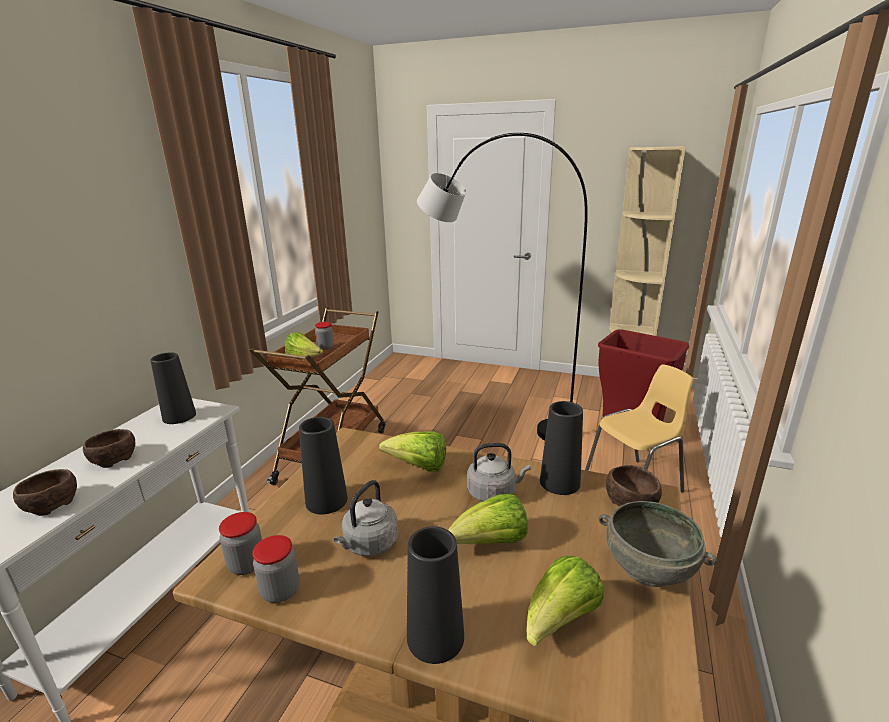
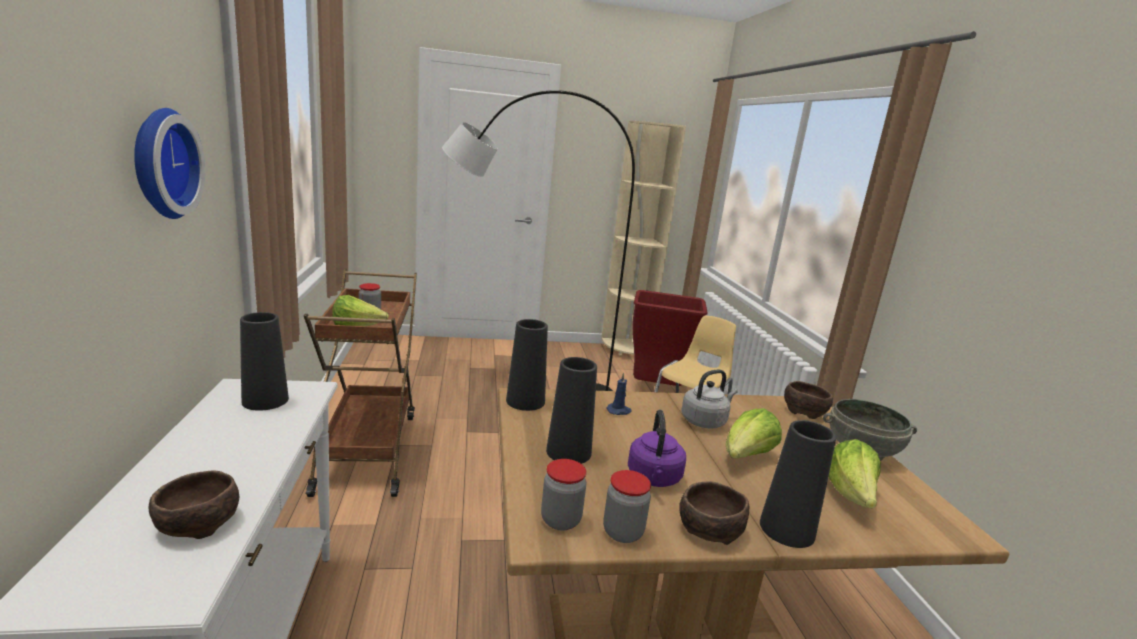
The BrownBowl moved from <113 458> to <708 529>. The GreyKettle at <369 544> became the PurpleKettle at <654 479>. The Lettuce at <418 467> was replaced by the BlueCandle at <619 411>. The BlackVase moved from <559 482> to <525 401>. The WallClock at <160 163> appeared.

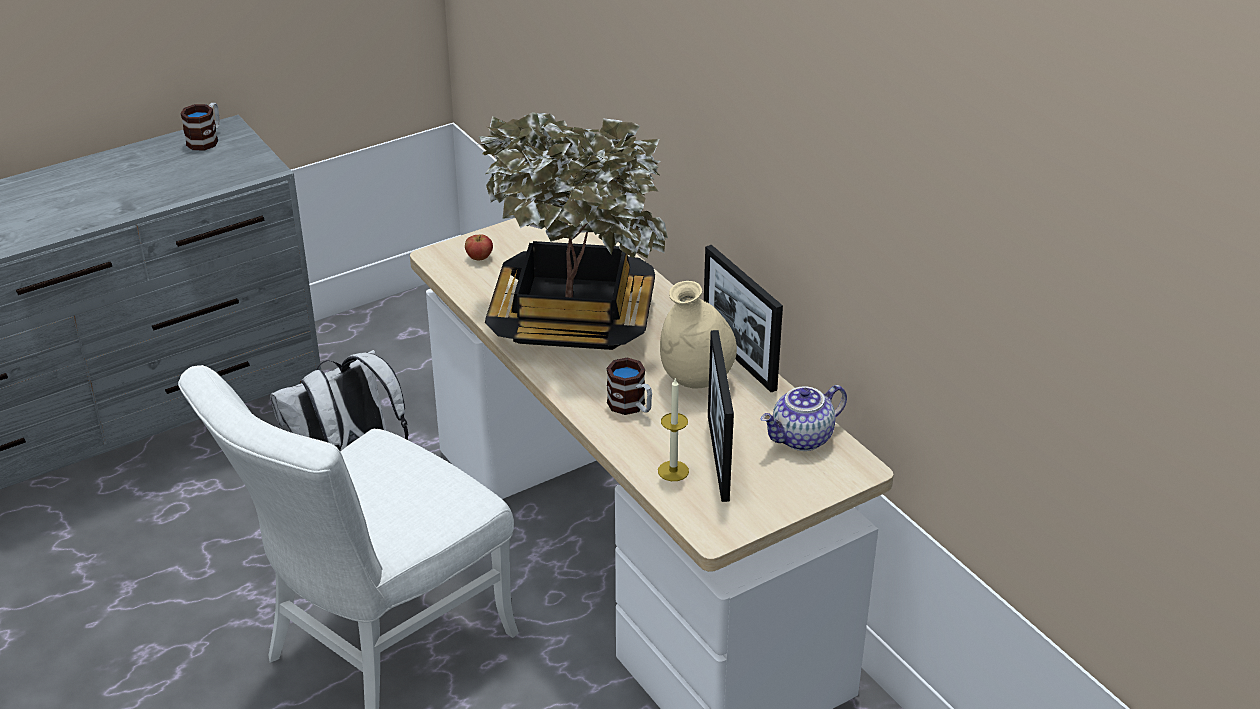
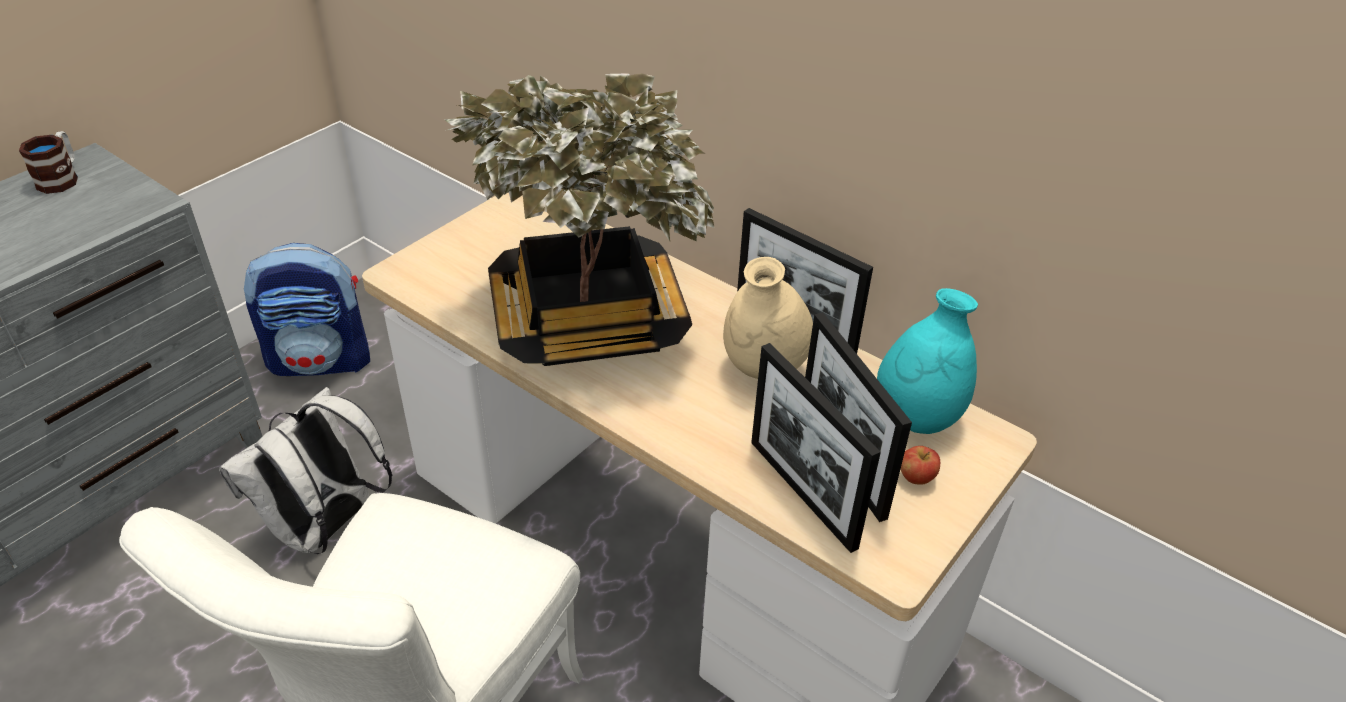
The Apple moved from <479 257> to <916 477>. The Mug at <631 407> disappeared. The Candle at <673 471> was replaced by the PictureFrame at <802 493>. The Teapot at <802 439> was replaced by the TurquoiseVase at <917 416>. The Backpack at <322 360> appeared.

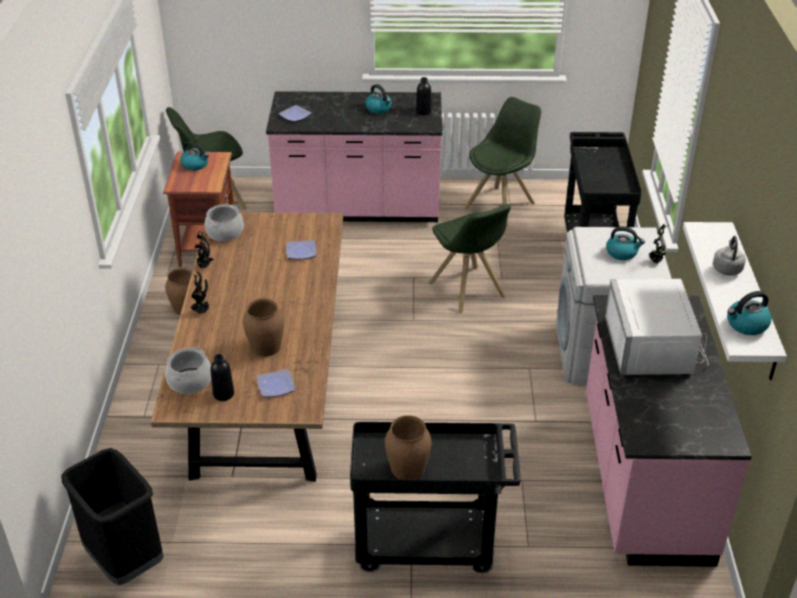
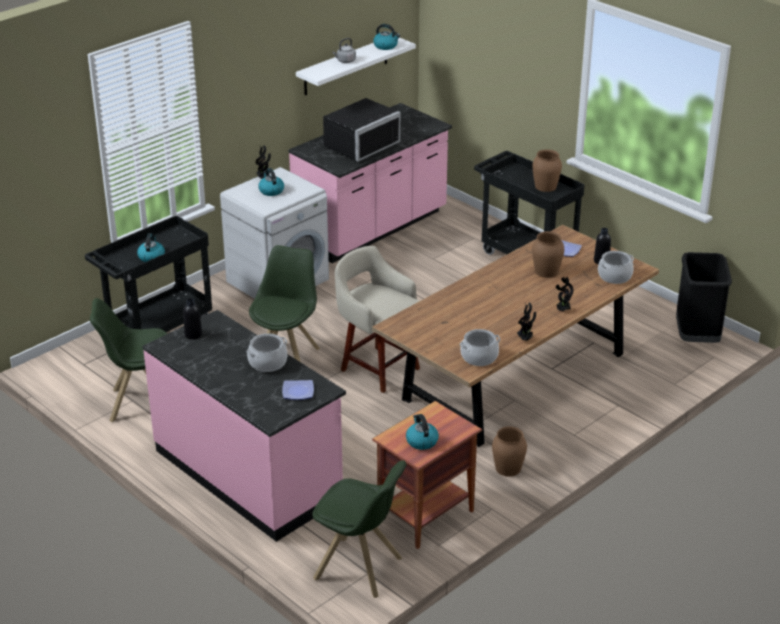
The Plate at <300 251> disappeared. The Kettle moved from <379 108> to <151 257>. The WhiteMicrowave at <655 347> became the BlackMicrowave at <358 144>. The CookingPot at <267 362> appeared. The BeigeStool at <377 368> appeared.

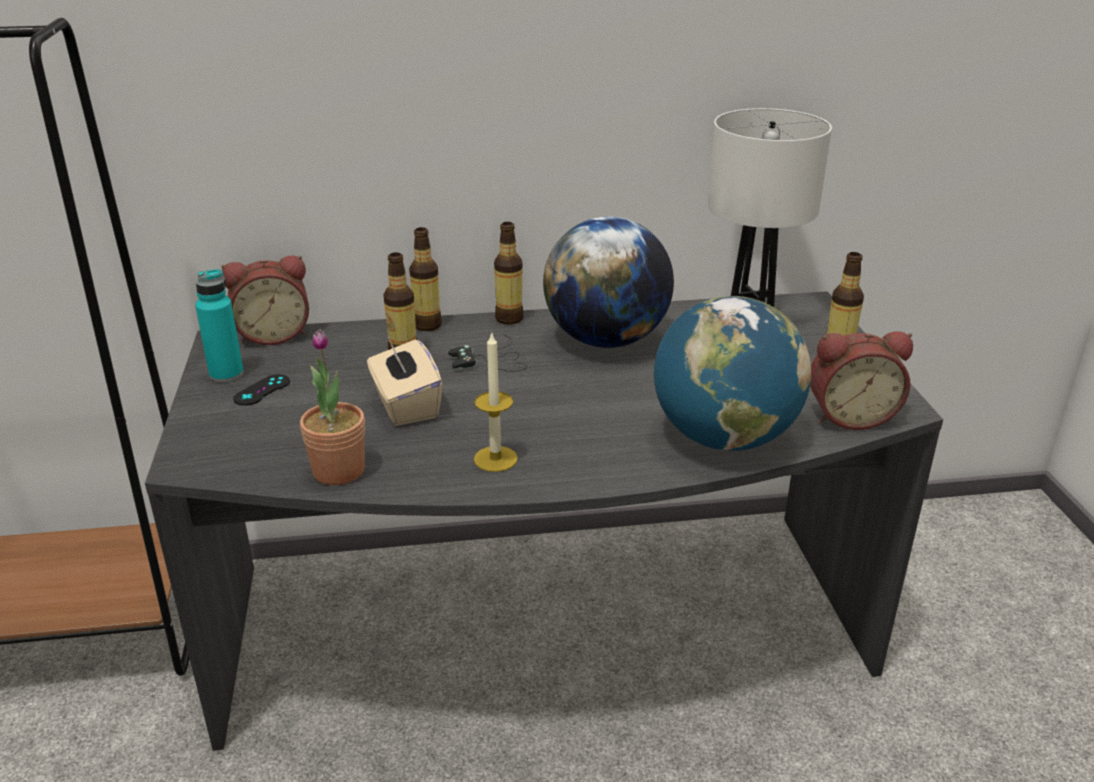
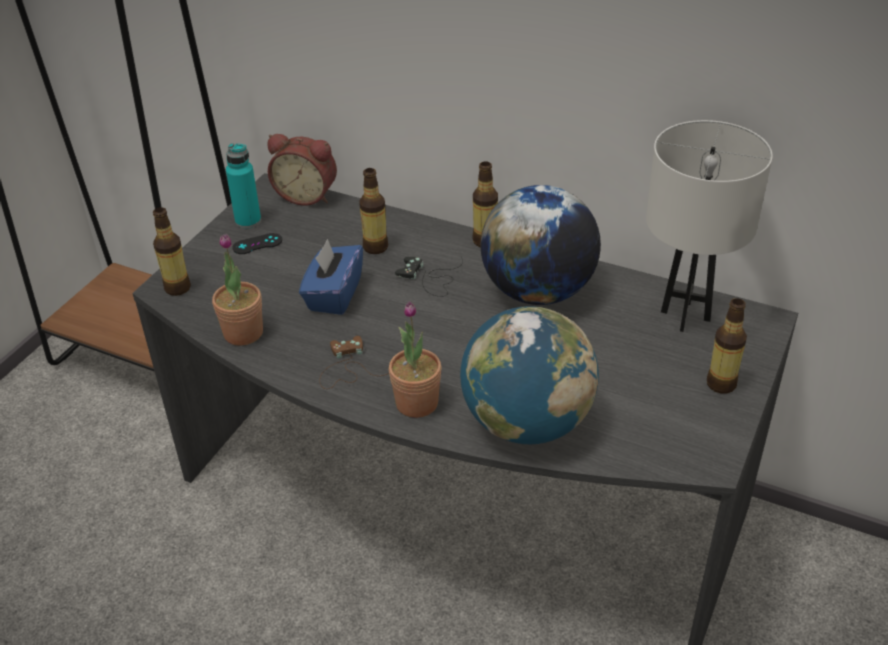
The BeigeTissueBox at <405 405> became the BlueTissueBox at <334 295>. The Bottle moved from <427 325> to <177 288>. The Candle at <495 459> was replaced by the BrownGameController at <347 367>. The AlarmClock at <850 416> disappeared. The PottedPlant at <416 403> appeared.

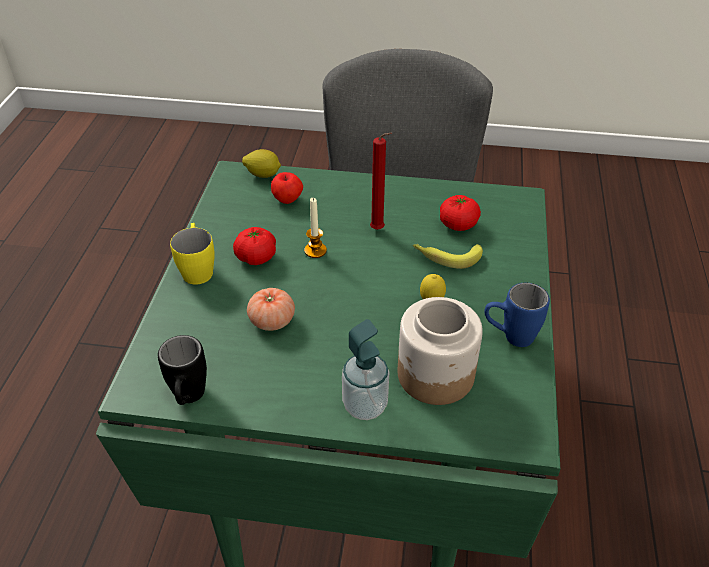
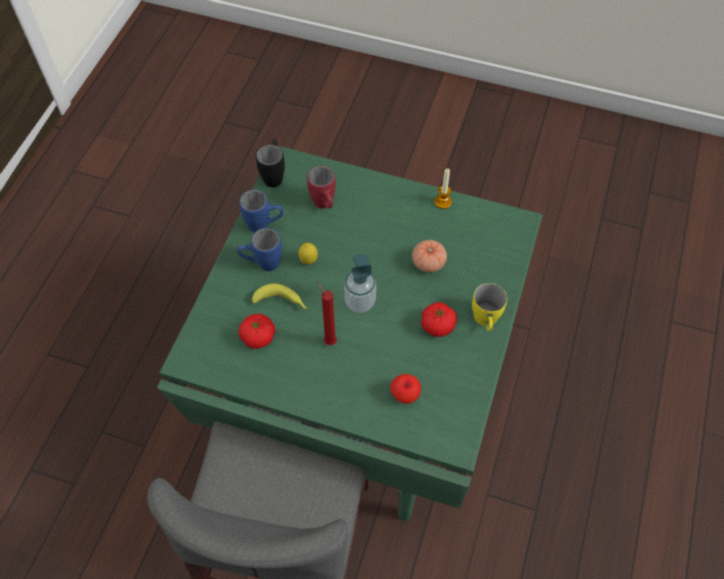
The BlackMug moved from <188 400> to <274 175>. The Lemon at <263 175> disappeared. The Candle moved from <315 250> to <443 202>. The SoapDispenser moved from <365 406> to <360 302>. The Jar at <435 375> was replaced by the RedMug at <325 206>. The BlueMug at <262 264> appeared.

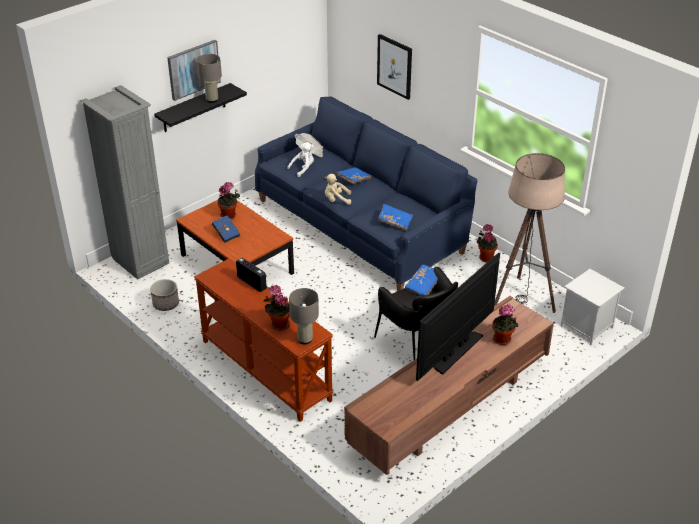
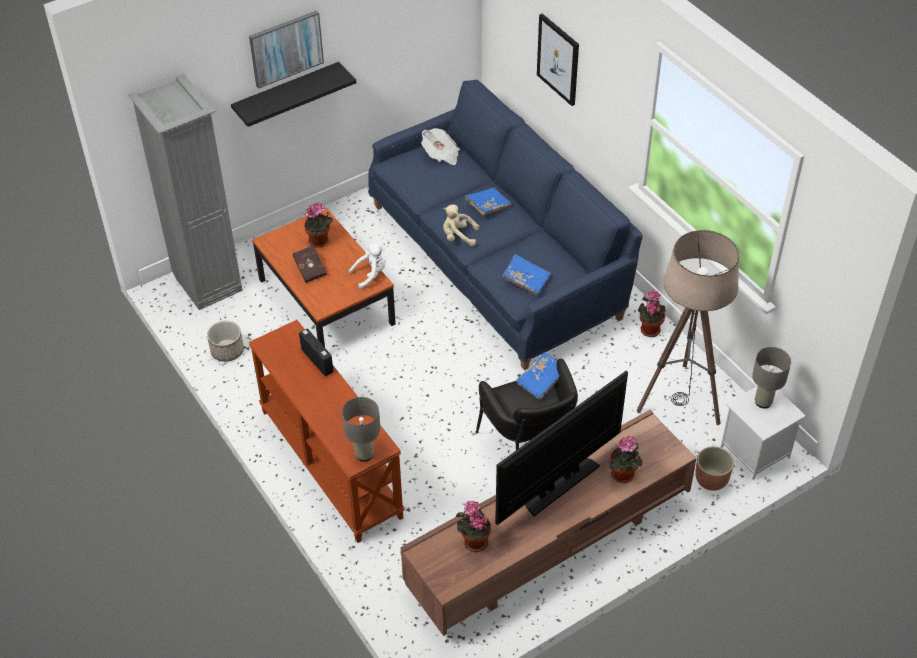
The GreyTableLamp moved from <212 100> to <763 401>. The BlueBook at <226 234> became the RedBook at <310 269>. The PottedPlant moved from <278 324> to <473 541>. The WhitePlushToy moved from <303 168> to <370 274>. The Planter at <711 479> appeared.

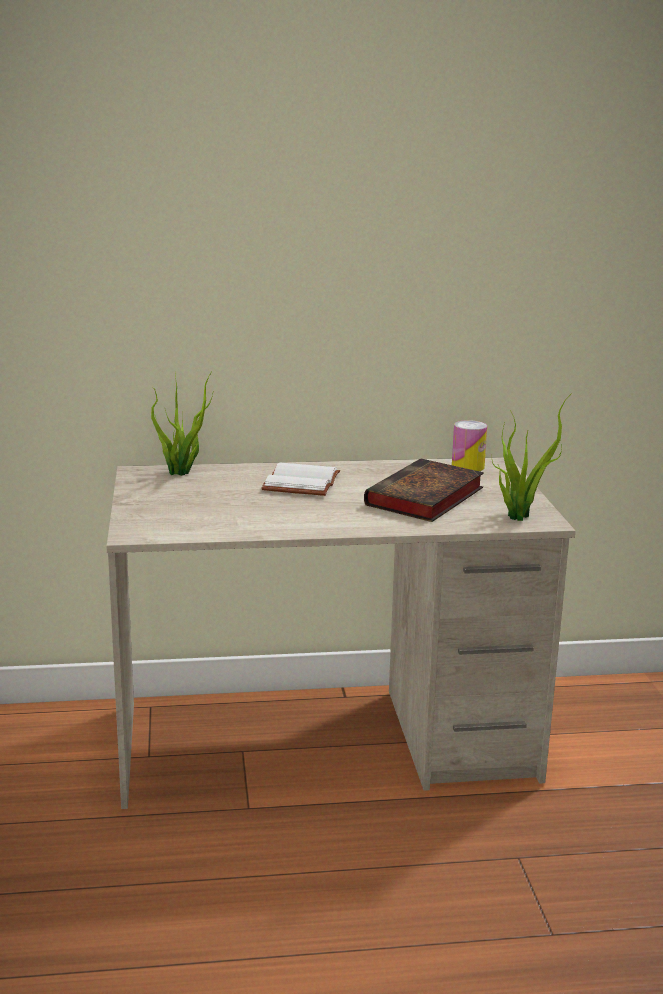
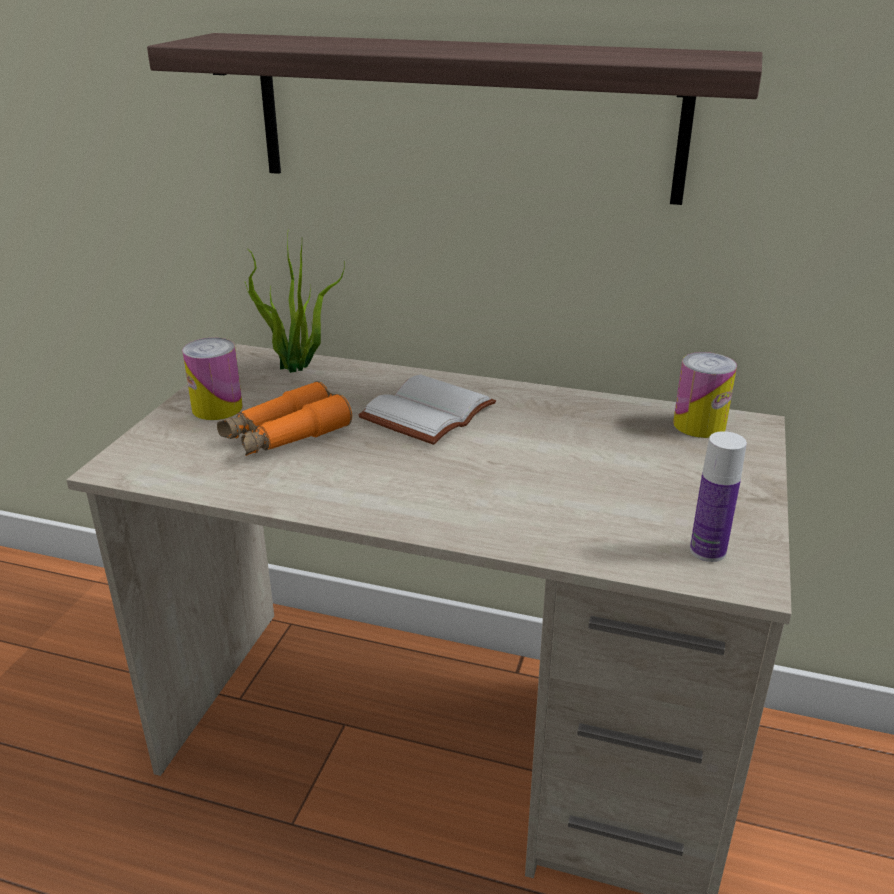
The Book at <424 498> disappeared. The PottedPlant at <518 515> was replaced by the Bottle at <707 551>. The Shelf at <465 117> appeared. The Can at <217 408> appeared. The OrangeBinoculars at <285 435> appeared.

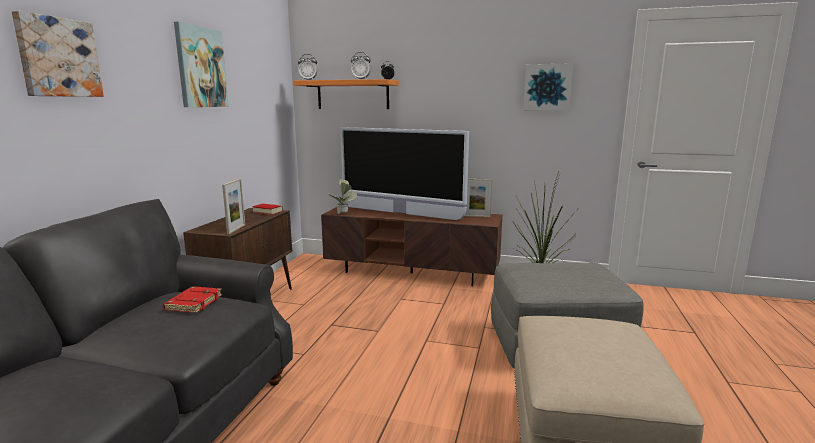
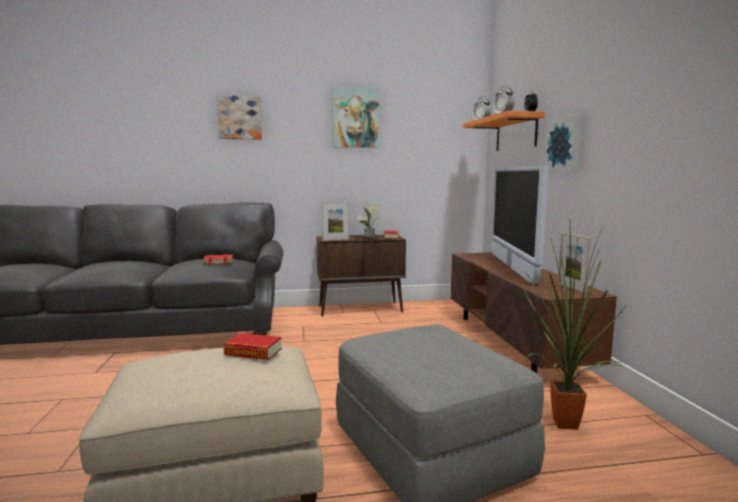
The PottedPlant moved from <343 214> to <368 239>. The Picture moved from <547 87> to <565 144>. The Book at <253 352> appeared.

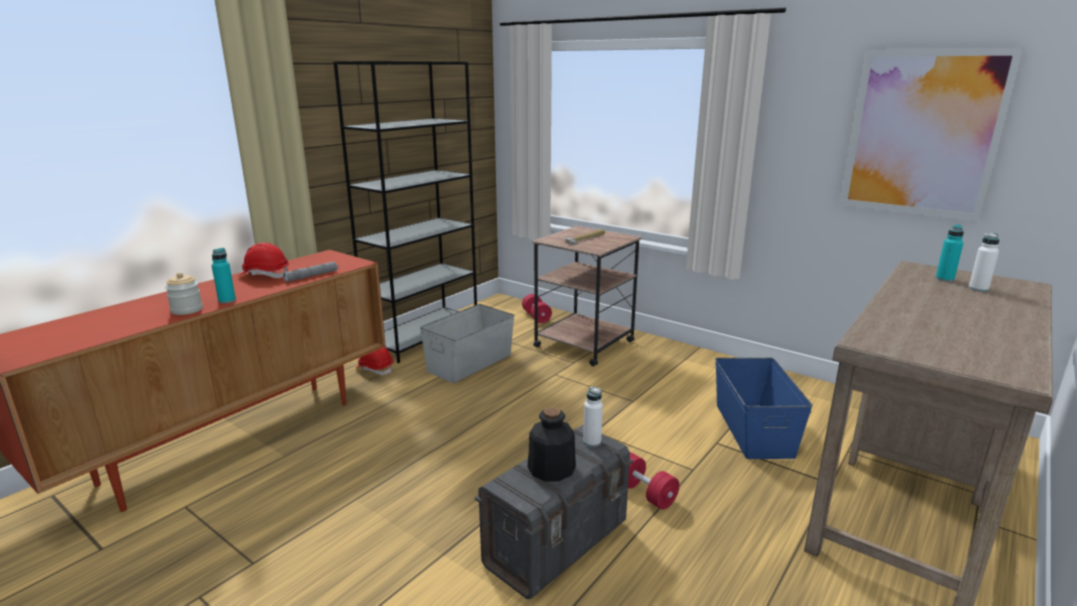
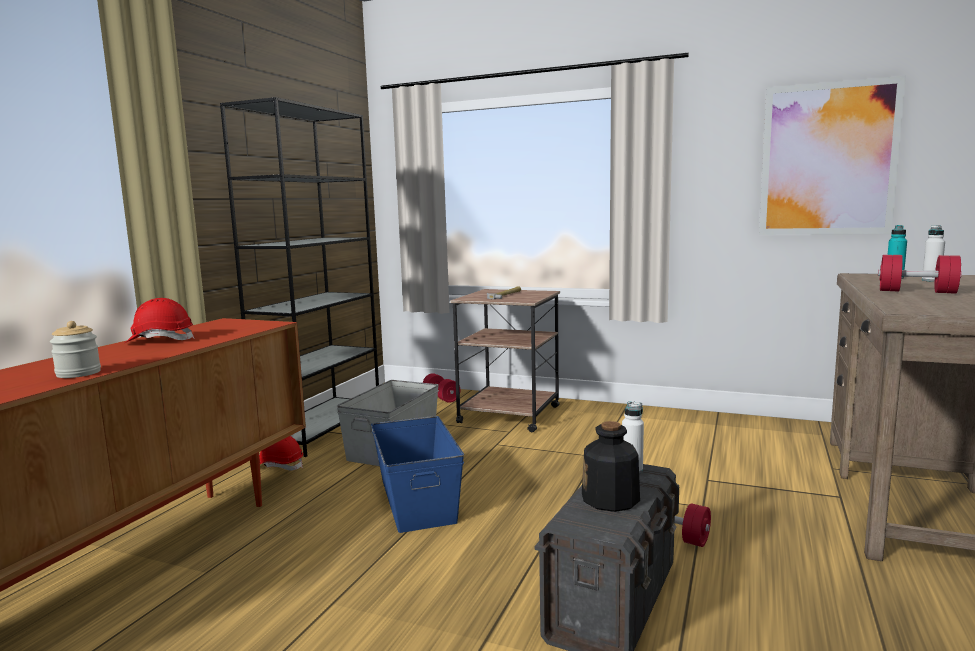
The TurquoiseBottle at <227 300> disappeared. The GreyFlashlight at <312 276> disappeared. The BlueStorageBox moved from <754 429> to <418 500>. The RedDumbbell at <916 291> appeared.

